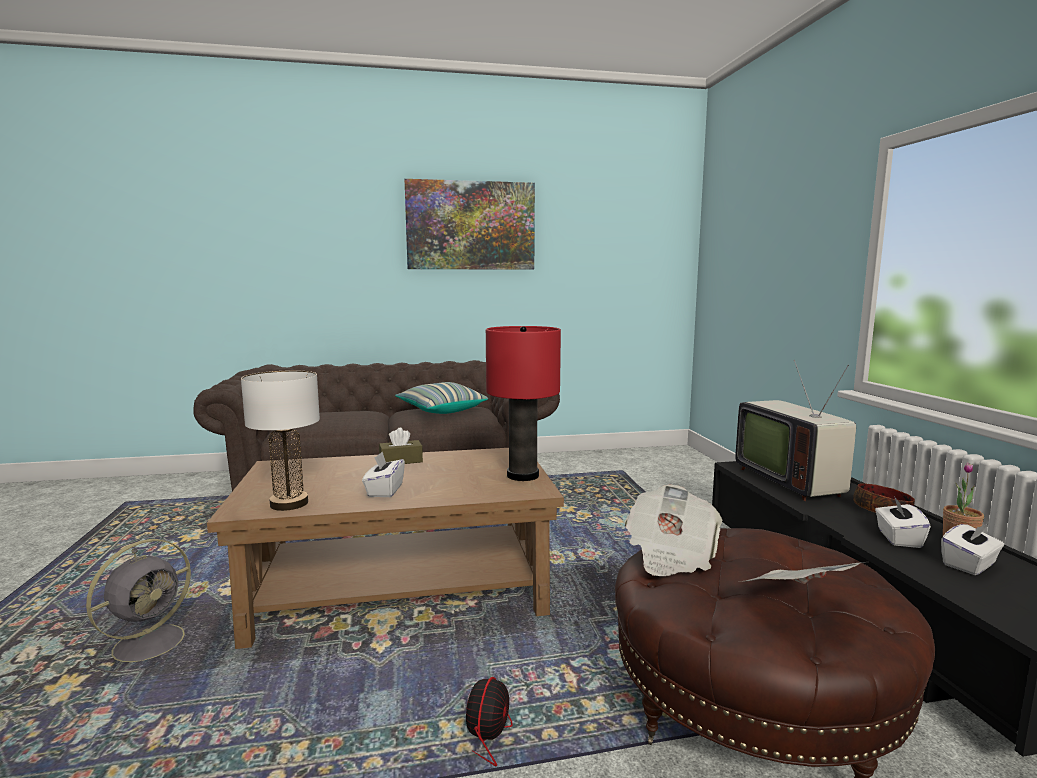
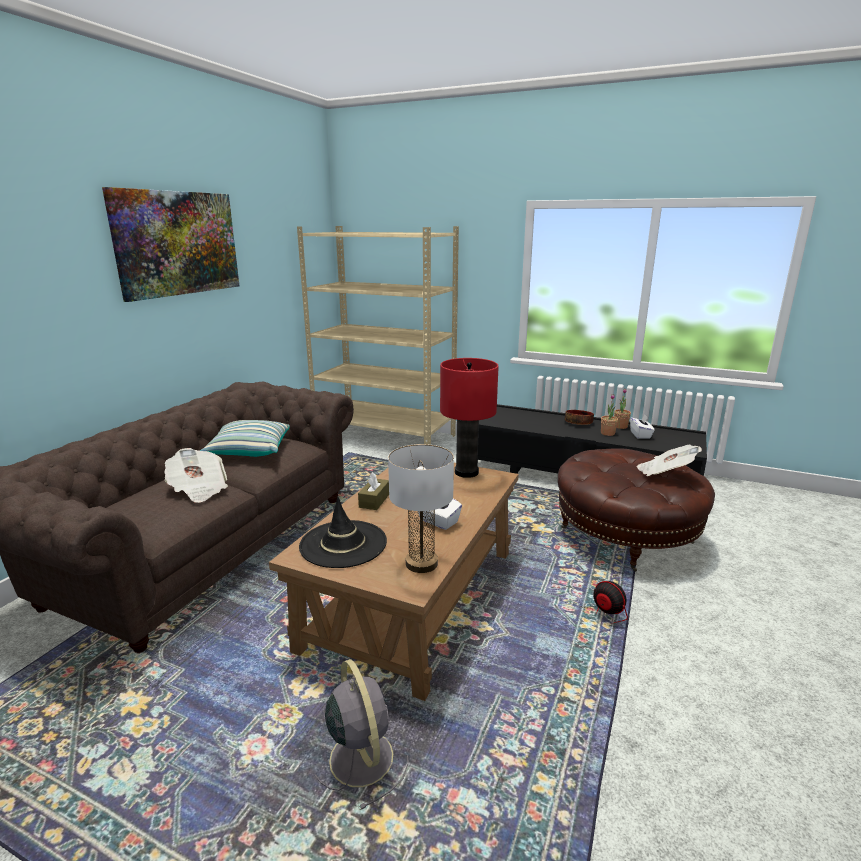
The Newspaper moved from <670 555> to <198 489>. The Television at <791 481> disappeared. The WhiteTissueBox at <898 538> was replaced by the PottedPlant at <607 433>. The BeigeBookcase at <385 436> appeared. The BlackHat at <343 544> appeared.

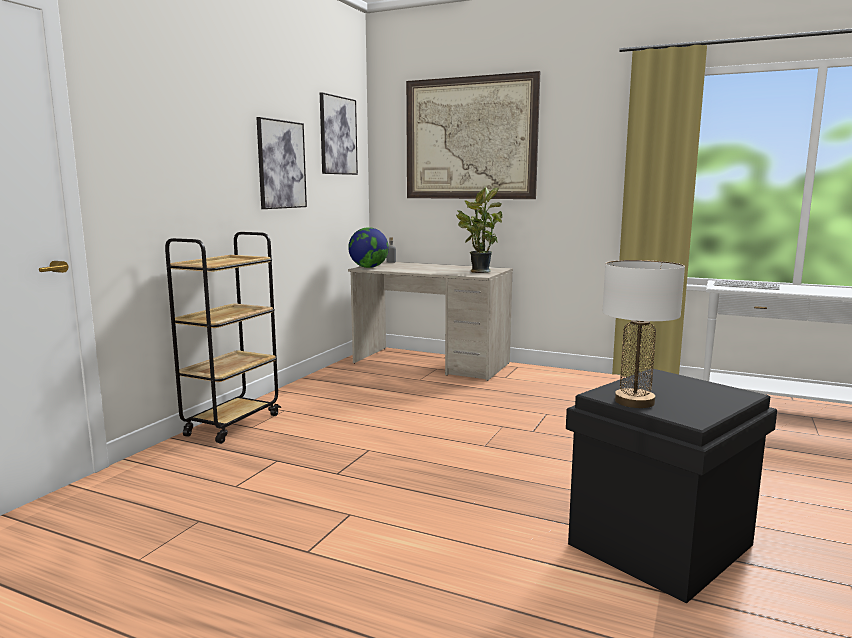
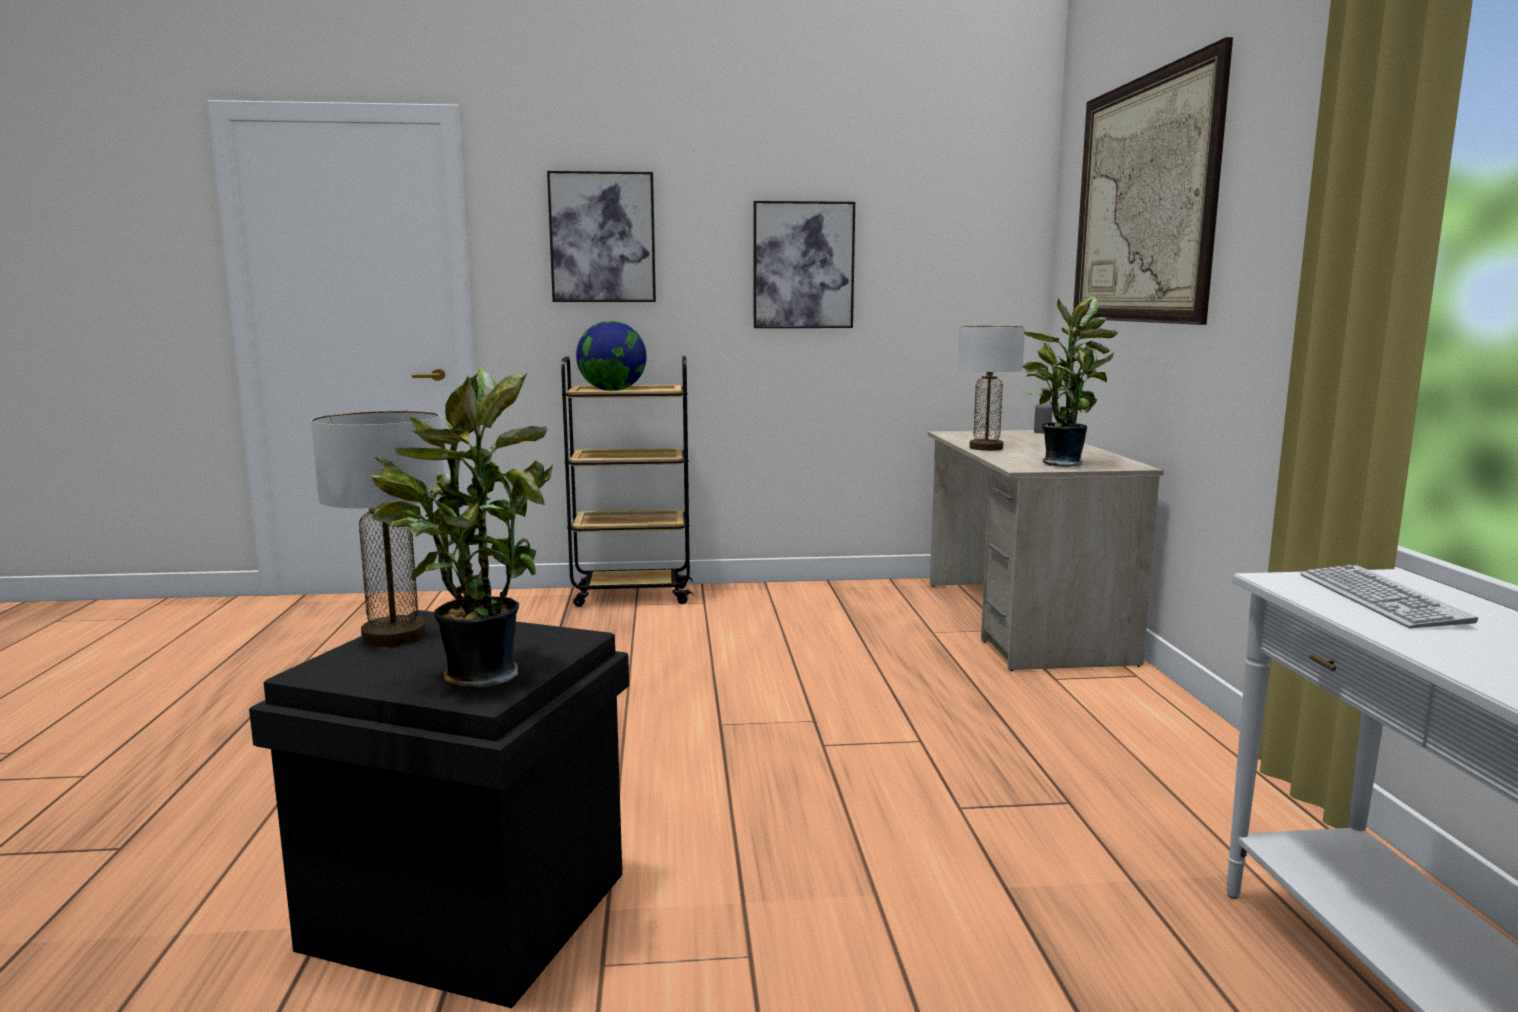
The Picture moved from <338 135> to <602 237>. The Globe moved from <369 267> to <612 390>. The PottedPlant at <474 676> appeared. The TableLamp at <986 448> appeared.

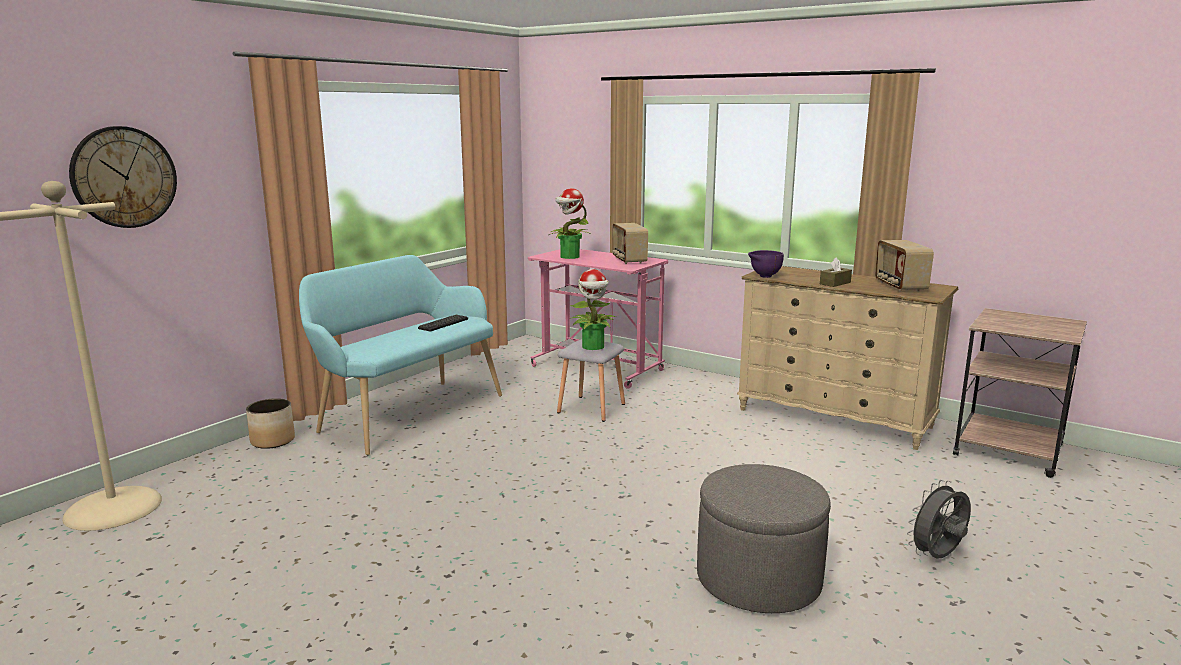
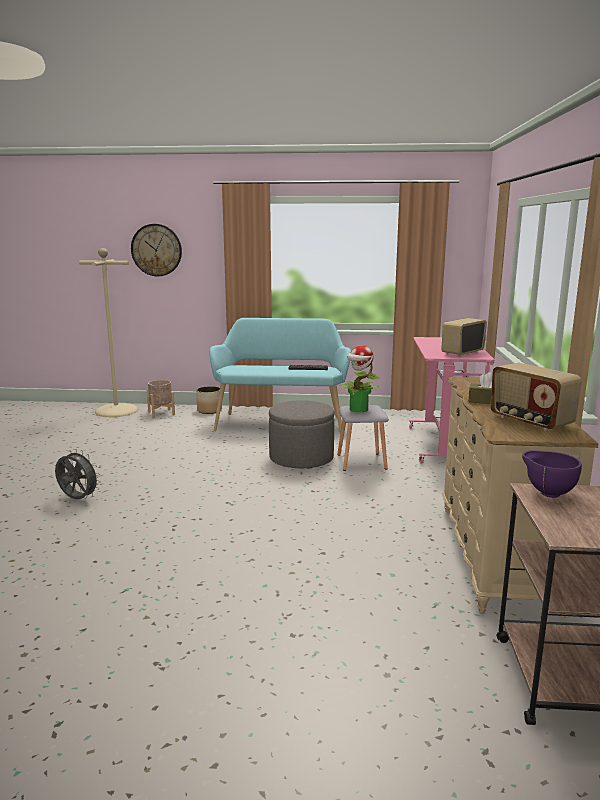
The PottedPlant at <569 257> disappeared. The GreyOttoman moved from <758 579> to <301 458>. The PurpleBowl moved from <764 276> to <547 493>. The Radio at <899 286> turned 90 degrees counterclockwise. The GreyFan moved from <937 557> to <77 499>. The BeigePlanter at <161 413> appeared.

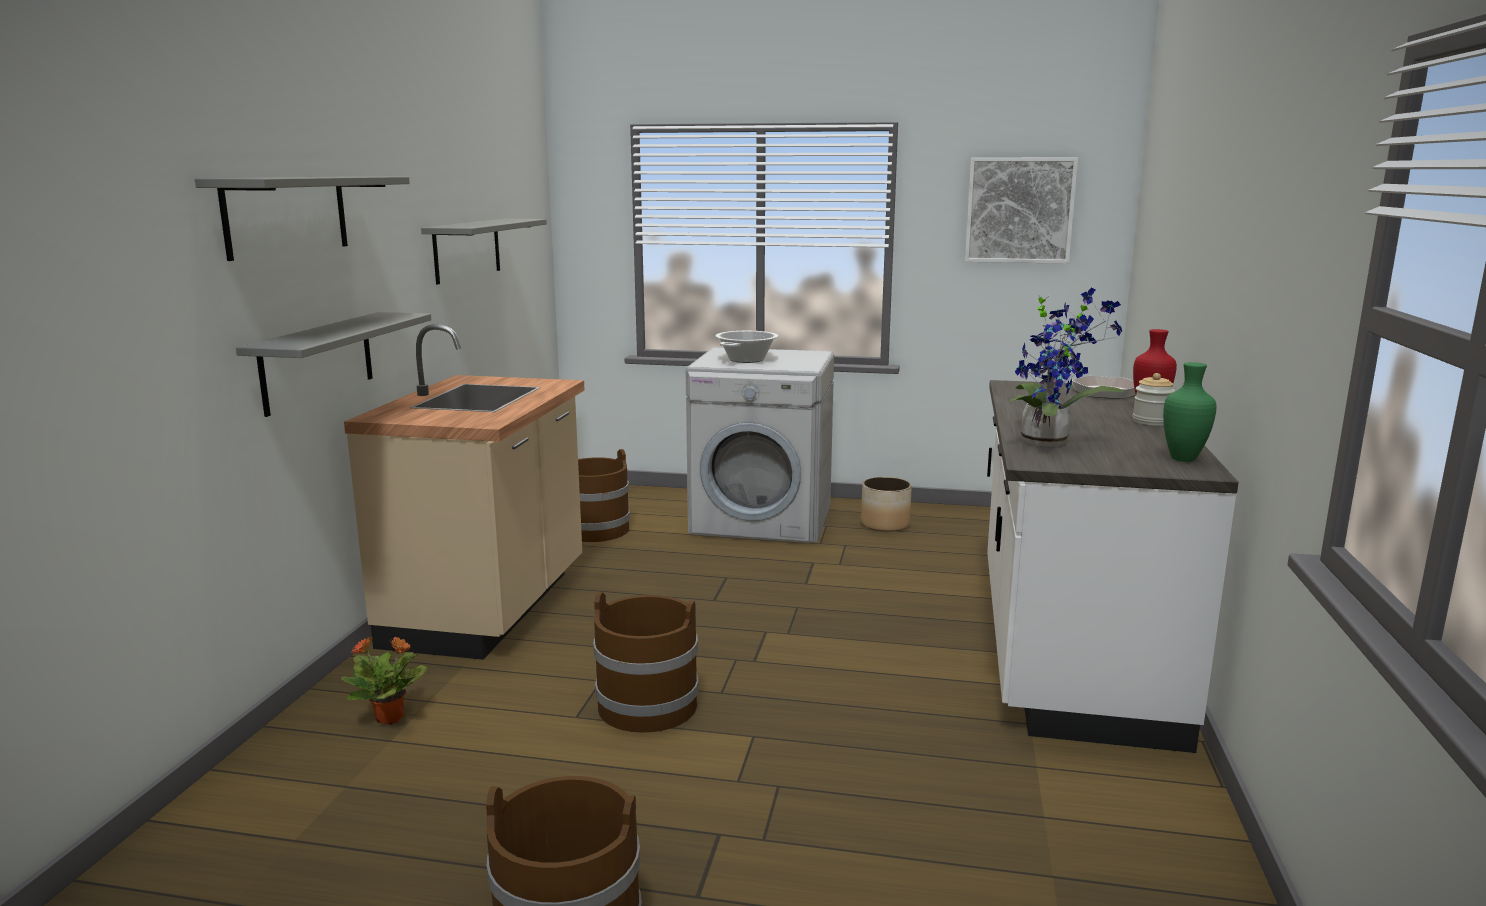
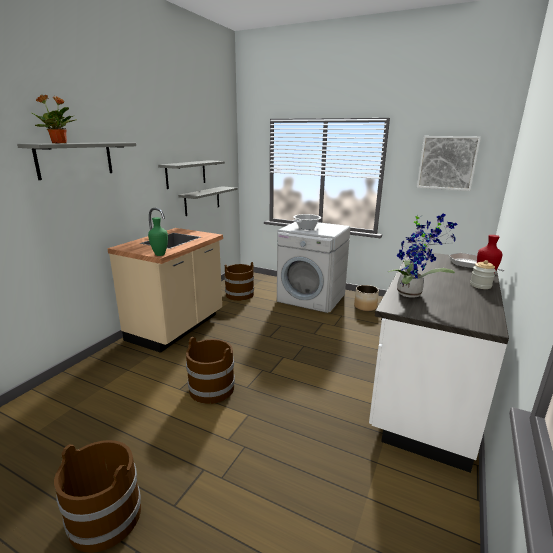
The GreyShelf moved from <318 362> to <202 200>. The PottedPlant moved from <391 718> to <59 143>. The GreenVase moved from <1181 459> to <159 254>.

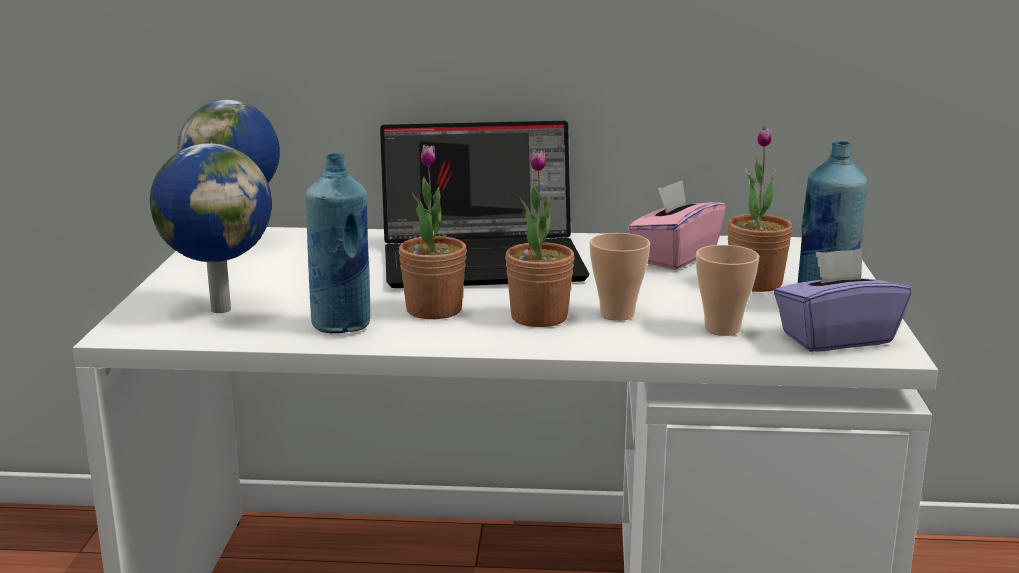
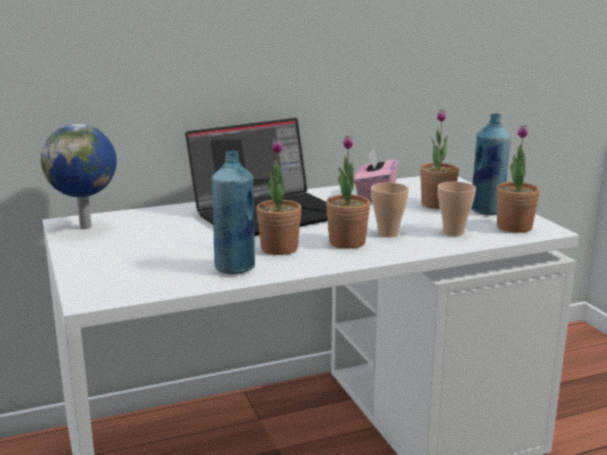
The Globe at <220 309> disappeared. The PurpleTissueBox at <836 338> was replaced by the PottedPlant at <514 227>.

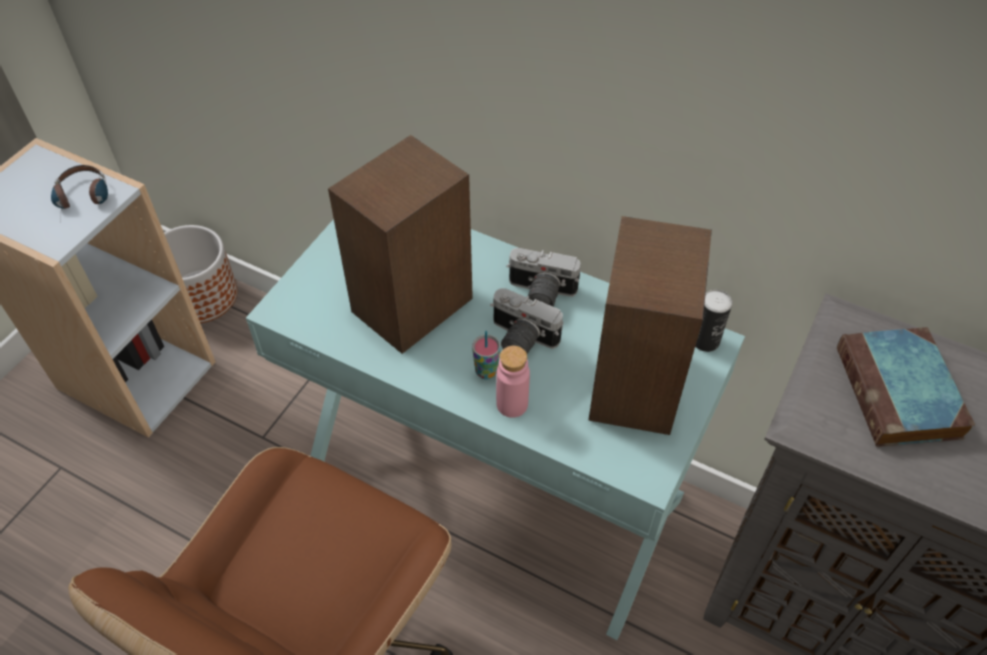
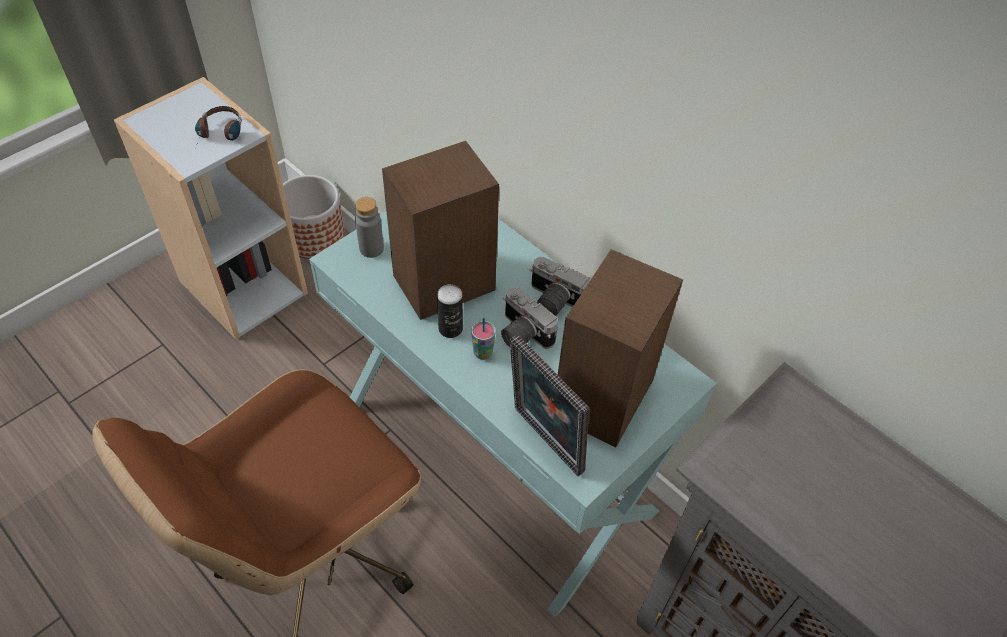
The PinkBottle at <512 404> disappeared. The Can moved from <705 341> to <450 328>. The Book at <900 395> disappeared. The GreyBottle at <371 248> appeared. The PictureFrame at <543 443> appeared.

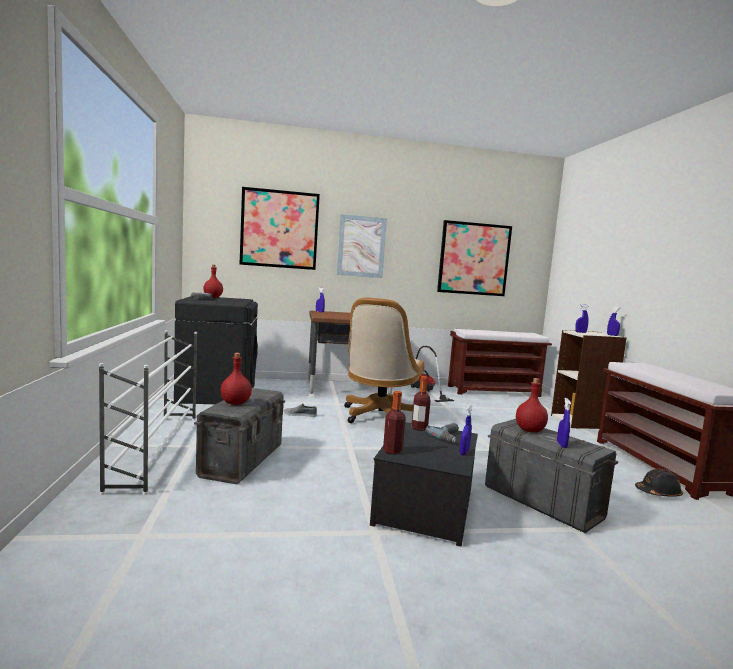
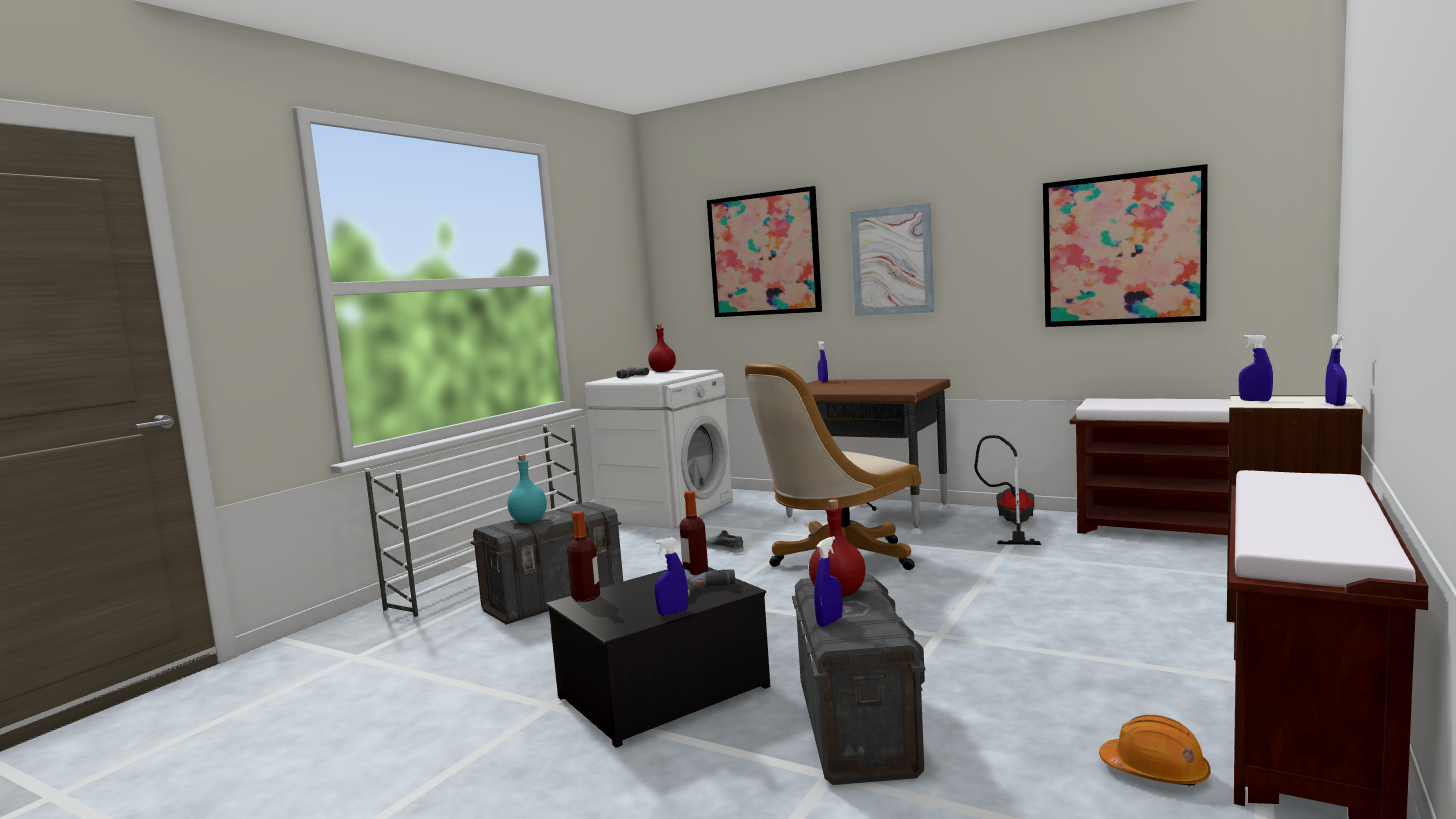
The BlackWashingMachine at <218 393> became the WhiteWashingMachine at <669 510>. The RedBottle at <235 403> became the TurquoiseBottle at <528 521>. The BlackHardHat at <658 493> became the OrangeHardHat at <1155 771>.

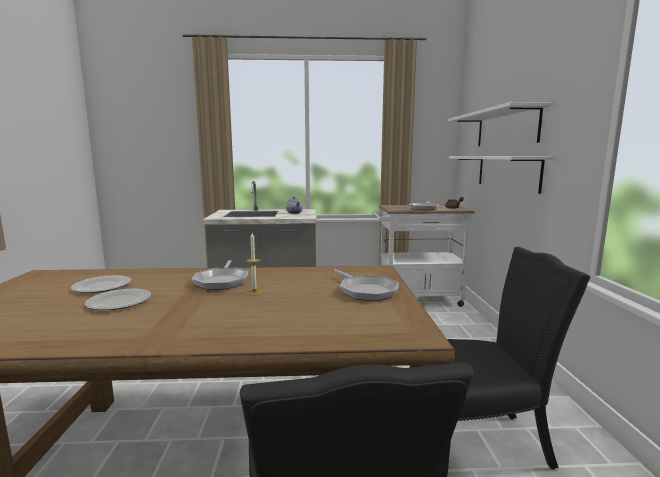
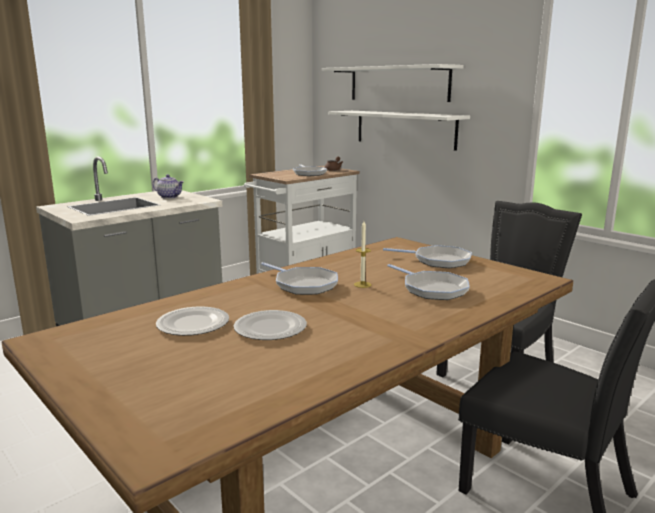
The FryingPan at <432 289> appeared.

